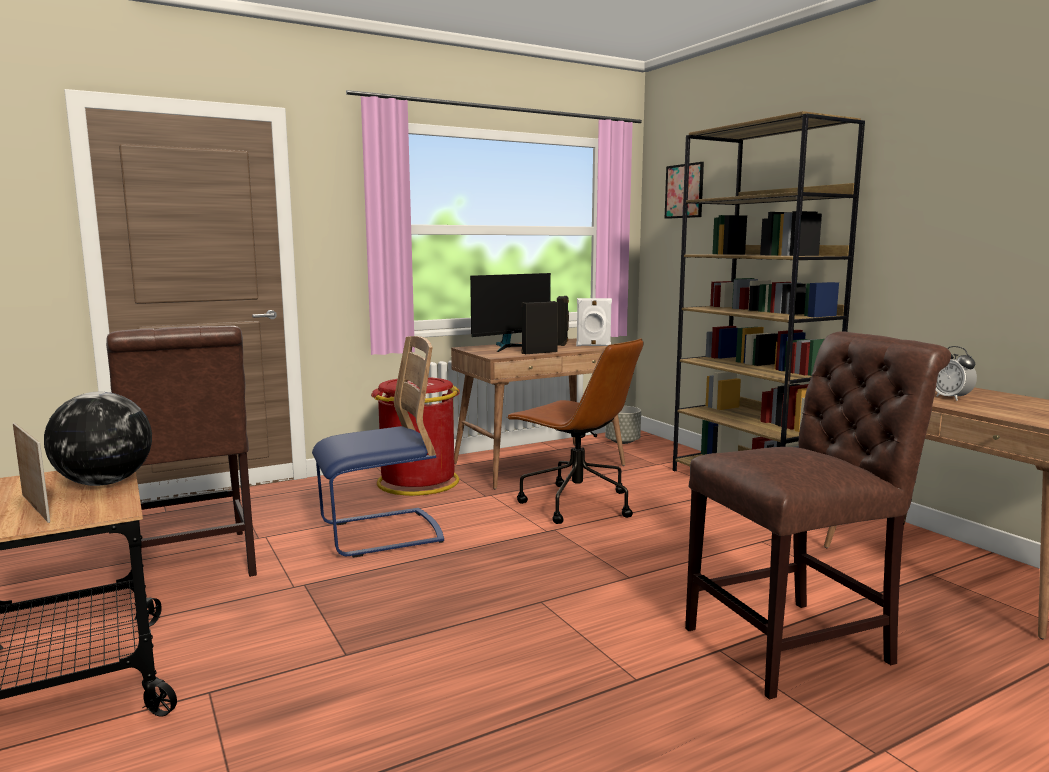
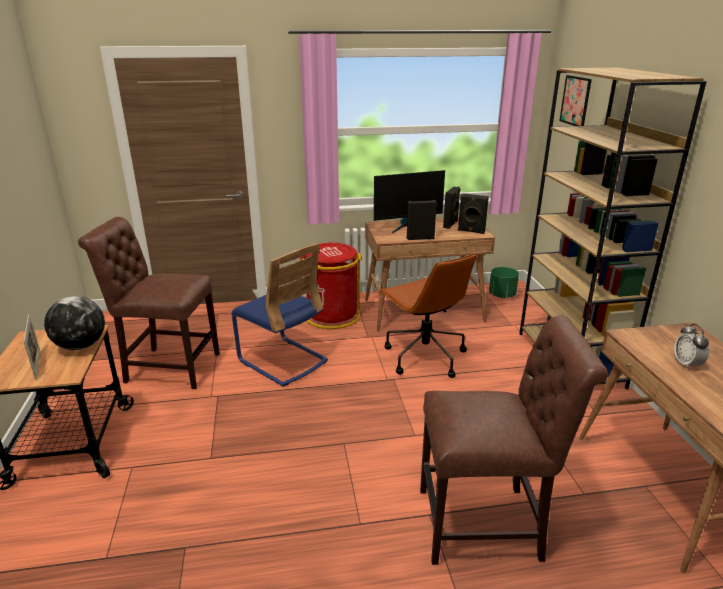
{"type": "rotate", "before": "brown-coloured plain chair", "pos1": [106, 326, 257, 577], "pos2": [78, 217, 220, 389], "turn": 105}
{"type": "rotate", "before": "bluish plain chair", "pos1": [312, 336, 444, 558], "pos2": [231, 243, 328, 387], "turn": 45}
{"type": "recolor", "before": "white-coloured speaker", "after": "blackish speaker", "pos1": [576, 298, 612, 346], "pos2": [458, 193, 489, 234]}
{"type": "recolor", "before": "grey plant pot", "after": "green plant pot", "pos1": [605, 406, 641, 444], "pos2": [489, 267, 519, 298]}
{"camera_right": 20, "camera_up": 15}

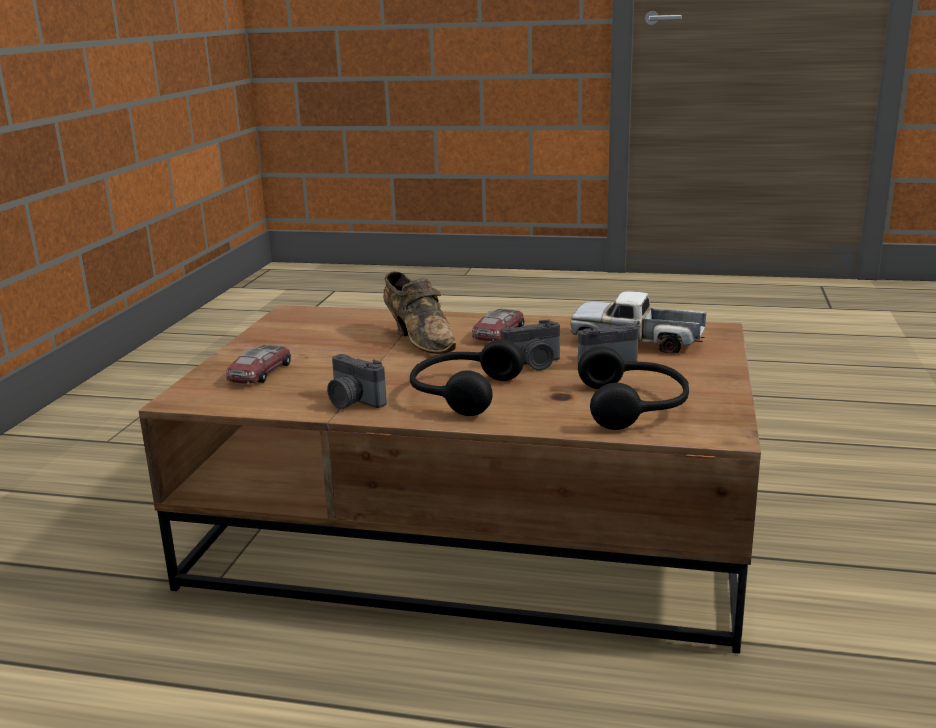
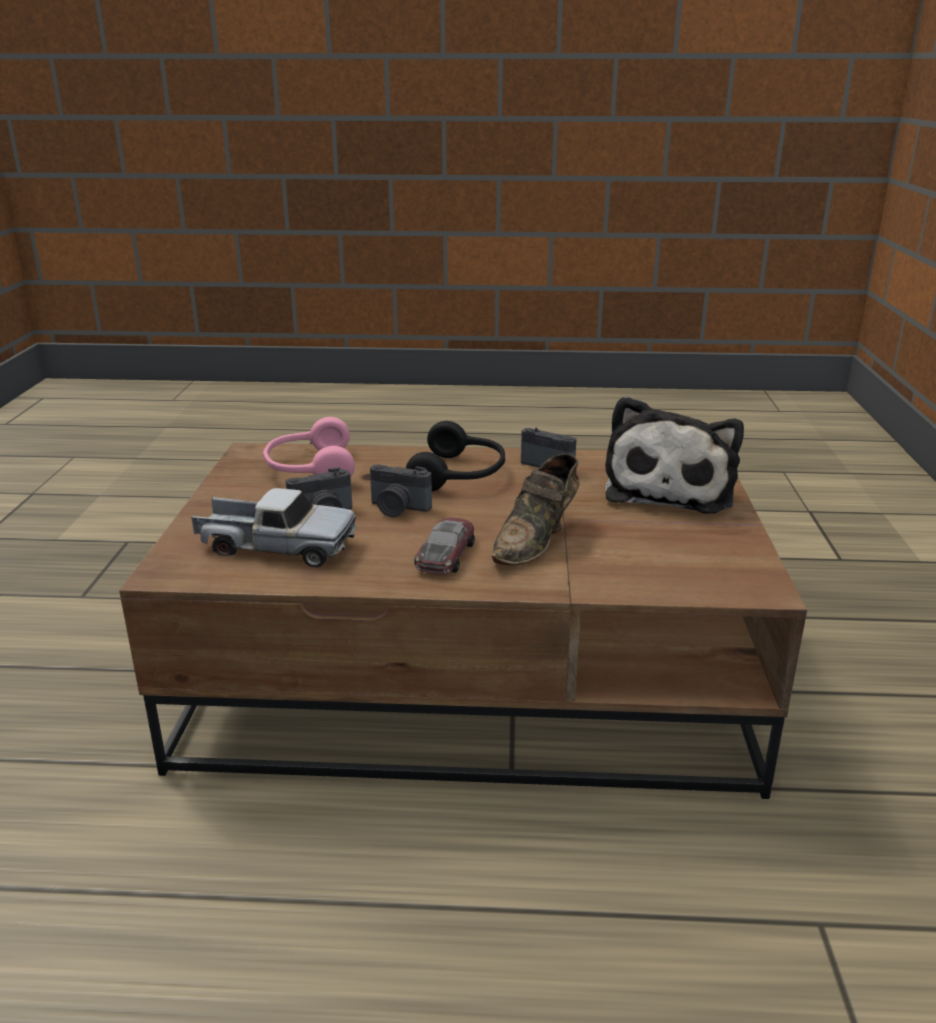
{"type": "replace", "before": "model car", "after": "cuddly toy", "pos1": [226, 345, 291, 384], "pos2": [605, 396, 744, 514]}
{"type": "rotate", "before": "brown-coloured low shoe", "pos1": [383, 271, 456, 354], "pos2": [492, 453, 580, 565], "turn": -105}
{"type": "rotate", "before": "photo camera", "pos1": [501, 320, 560, 371], "pos2": [370, 464, 432, 517], "turn": -135}
{"type": "recolor", "before": "blackish headphones", "after": "pink headphones", "pos1": [578, 346, 689, 430], "pos2": [263, 417, 355, 477]}
{"camera_right": 170, "camera_up": 5}

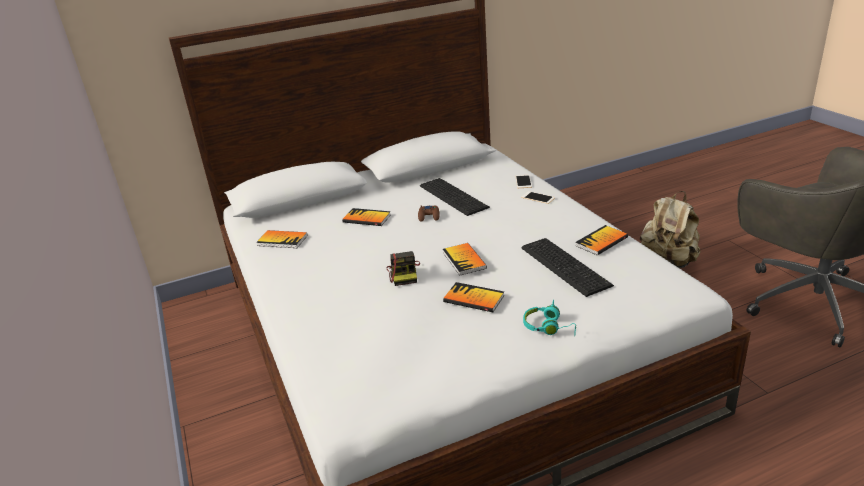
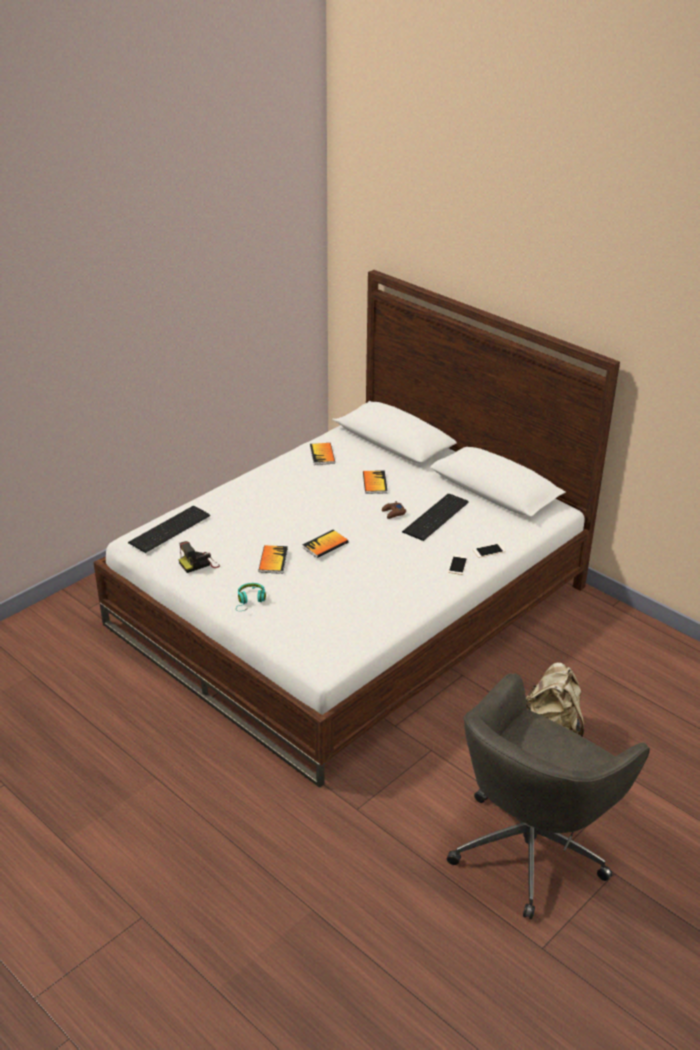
{"type": "move", "before": "photo camera", "pos1": [387, 251, 420, 286], "pos2": [179, 541, 220, 573]}
{"type": "move", "before": "computer keyboard", "pos1": [521, 238, 614, 297], "pos2": [128, 506, 210, 553]}
{"type": "delete", "before": "bound book", "pos1": [575, 225, 628, 255]}
{"camera_right": 65, "camera_up": 5}

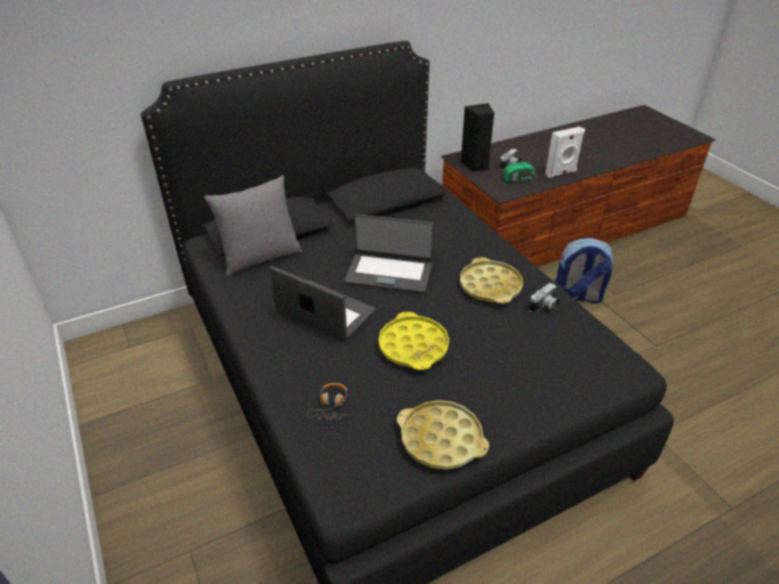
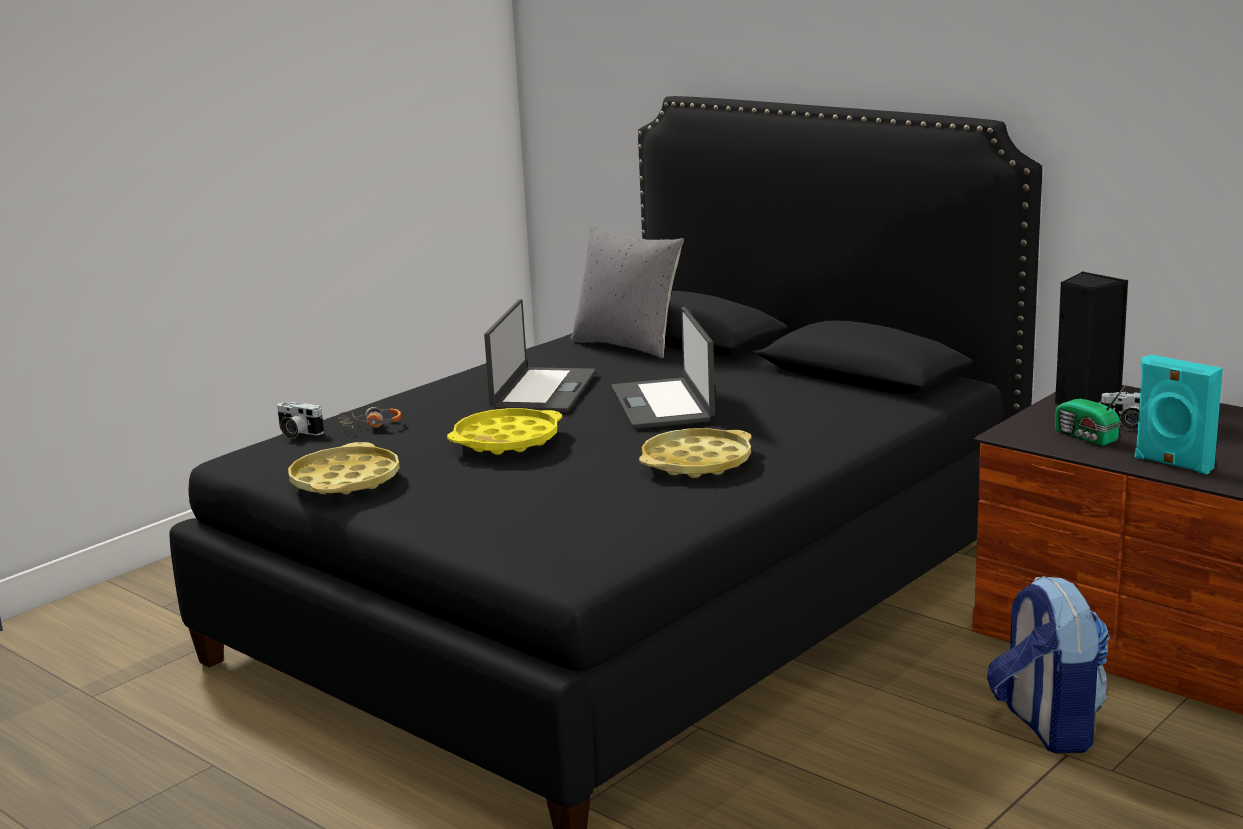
{"type": "move", "before": "photo camera", "pos1": [529, 283, 560, 313], "pos2": [277, 402, 324, 439]}
{"type": "recolor", "before": "white-coloured speaker", "after": "blue-green speaker", "pos1": [545, 126, 585, 178], "pos2": [1134, 355, 1223, 475]}
{"camera_right": 70, "camera_up": -20}

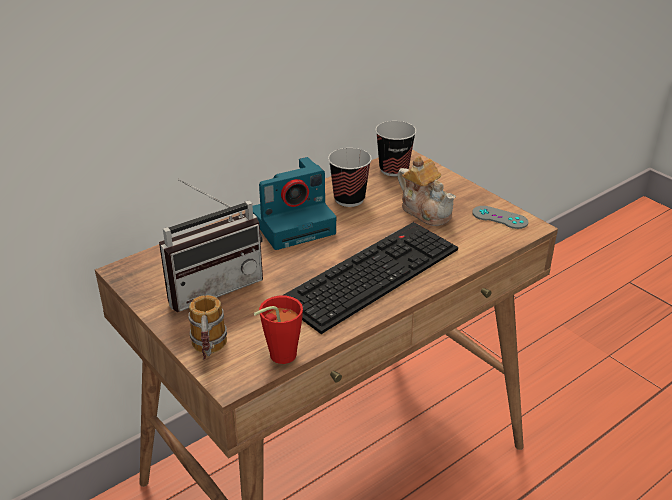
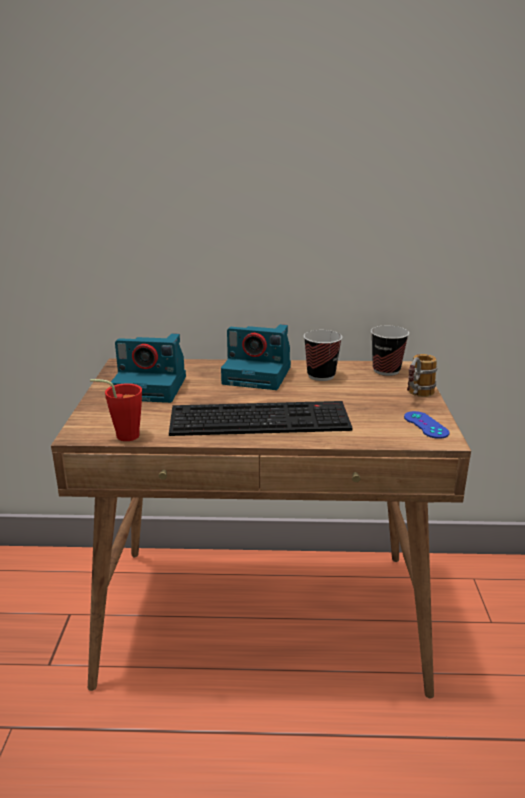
{"type": "replace", "before": "radio", "after": "photo camera", "pos1": [159, 179, 263, 312], "pos2": [111, 333, 186, 403]}
{"type": "move", "before": "tea mug", "pos1": [188, 295, 227, 360], "pos2": [407, 354, 437, 397]}
{"type": "delete", "before": "teapot", "pos1": [397, 156, 456, 226]}
{"type": "recolor", "before": "grey gamepad", "after": "bluish gamepad", "pos1": [472, 206, 528, 229], "pos2": [404, 411, 450, 439]}
{"camera_right": 40, "camera_up": -10}

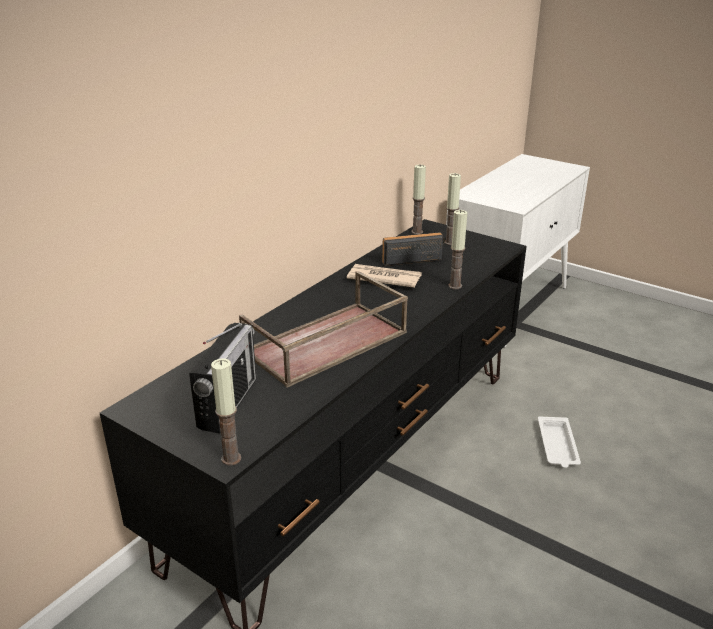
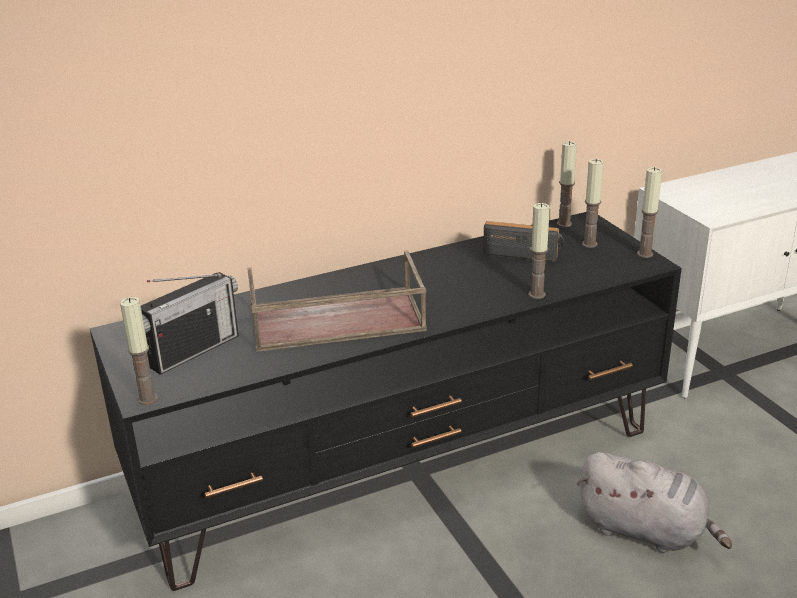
{"type": "delete", "before": "newspaper", "pos1": [347, 264, 422, 288]}
{"type": "replace", "before": "white-coloured tray", "after": "grey cuddly toy", "pos1": [538, 417, 581, 468], "pos2": [577, 452, 732, 553]}
{"type": "insert", "after": "wax light", "pos2": [637, 167, 662, 258]}
{"camera_right": 30, "camera_up": 0}

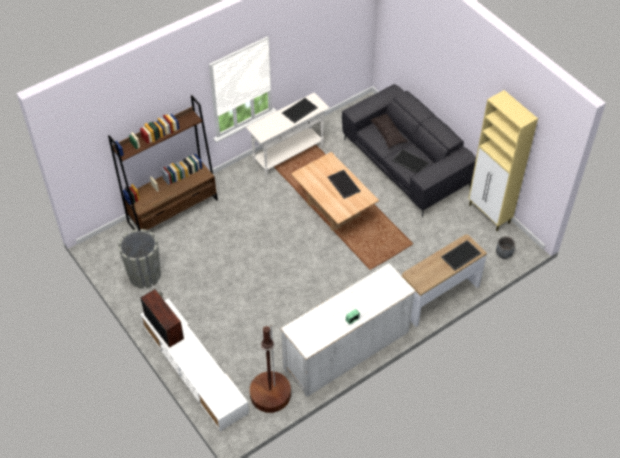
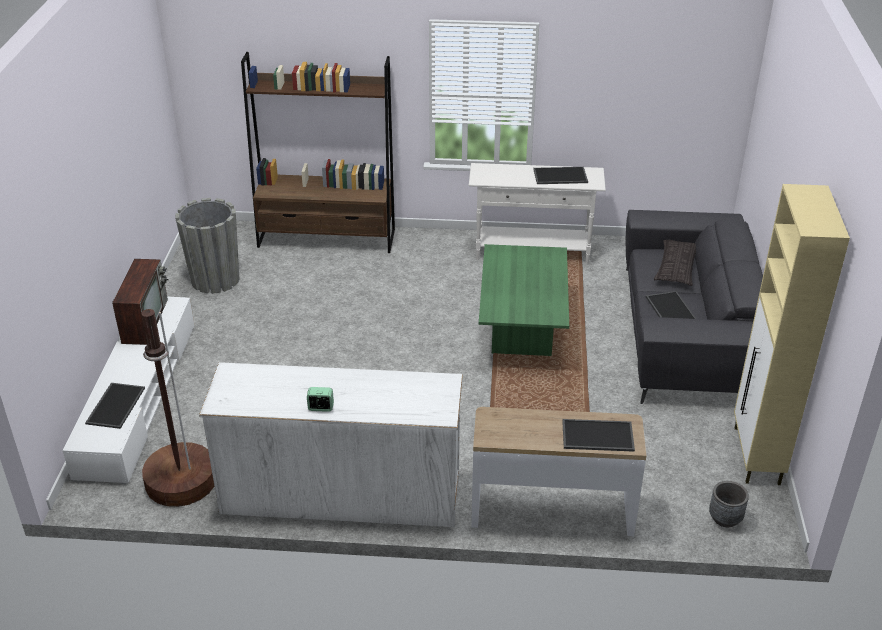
{"type": "recolor", "before": "beige-coloured lounge table", "after": "green lounge table", "pos1": [291, 152, 379, 231], "pos2": [479, 244, 569, 356]}
{"type": "move", "before": "tray", "pos1": [327, 170, 361, 199], "pos2": [85, 383, 145, 429]}
{"camera_right": 40, "camera_up": -15}

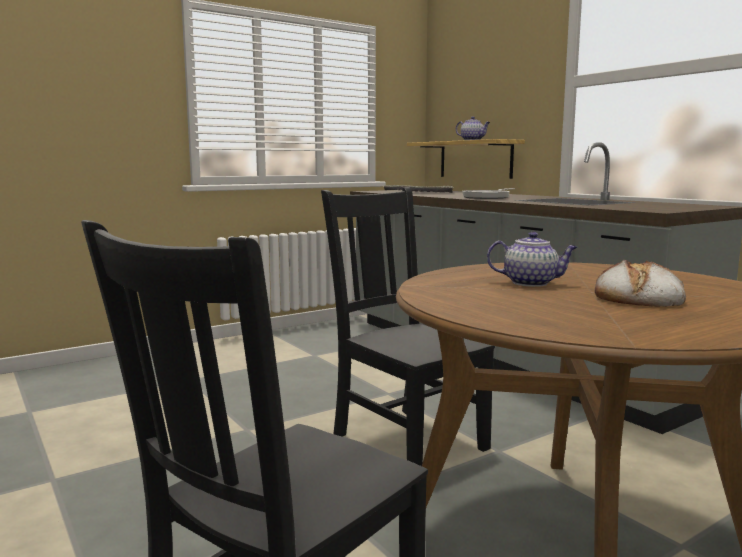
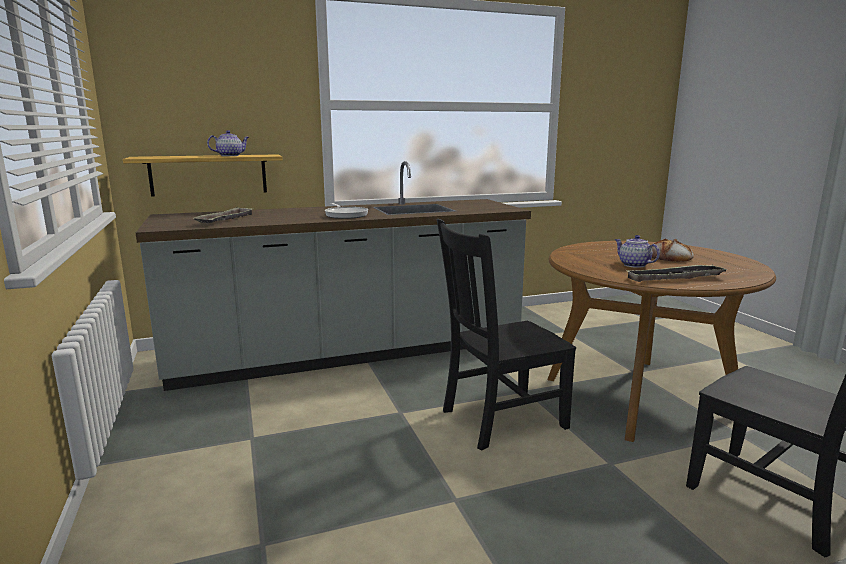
{"type": "rotate", "before": "teapot", "pos1": [487, 232, 578, 287], "pos2": [615, 235, 660, 268], "turn": -60}
{"type": "insert", "after": "tray", "pos2": [625, 264, 728, 282]}
{"camera_right": -75, "camera_up": 5}

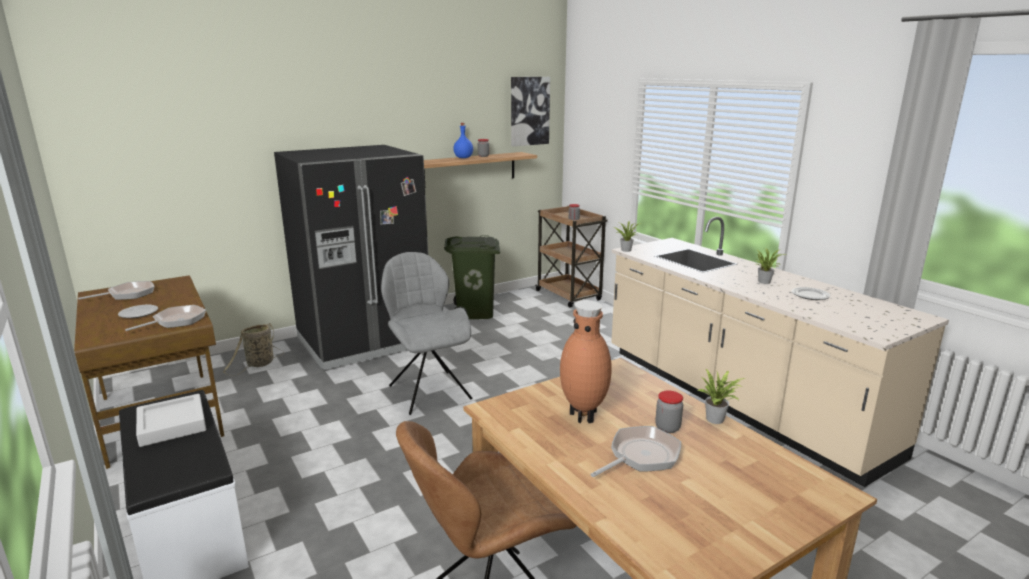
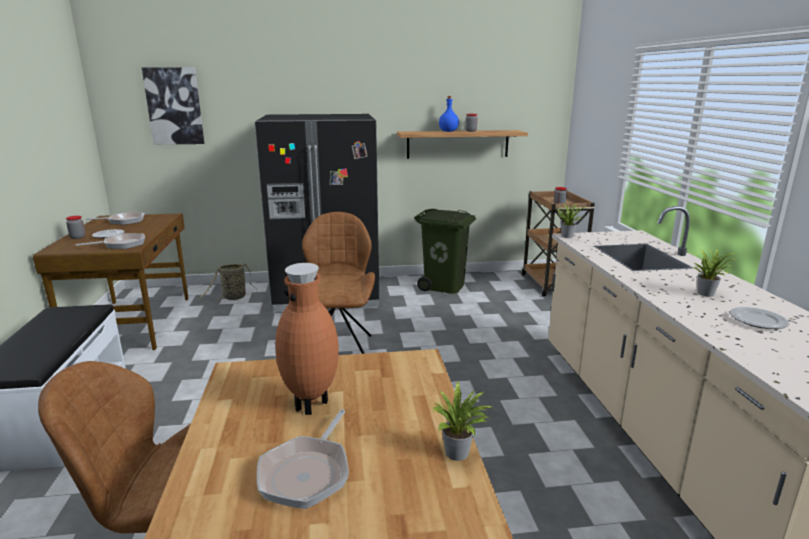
{"type": "delete", "before": "grey tray", "pos1": [136, 394, 206, 447]}
{"type": "recolor", "before": "grey plain chair", "after": "brown-coloured plain chair", "pos1": [381, 252, 472, 415], "pos2": [302, 212, 375, 354]}
{"type": "move", "before": "wall picture", "pos1": [511, 77, 550, 146], "pos2": [142, 67, 204, 145]}
{"type": "rotate", "before": "pan", "pos1": [590, 426, 681, 477], "pos2": [257, 409, 348, 509], "turn": 120}
{"type": "move", "before": "jar", "pos1": [655, 390, 683, 433], "pos2": [66, 216, 86, 239]}
{"camera_right": 25, "camera_up": 0}

